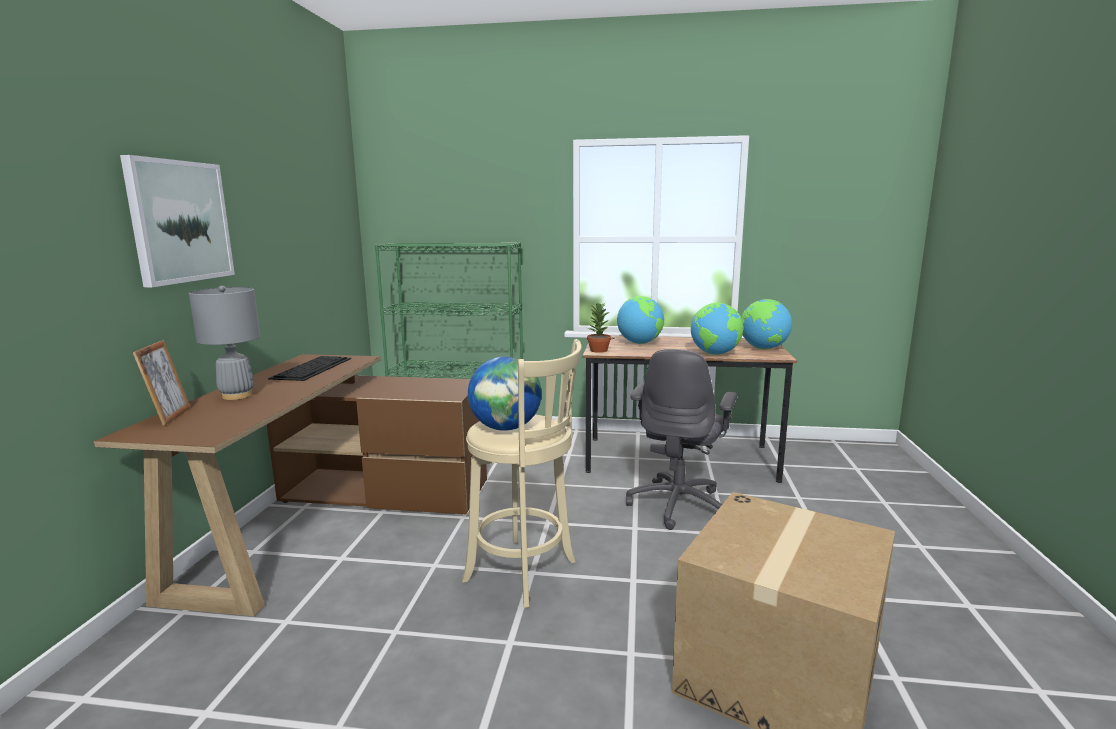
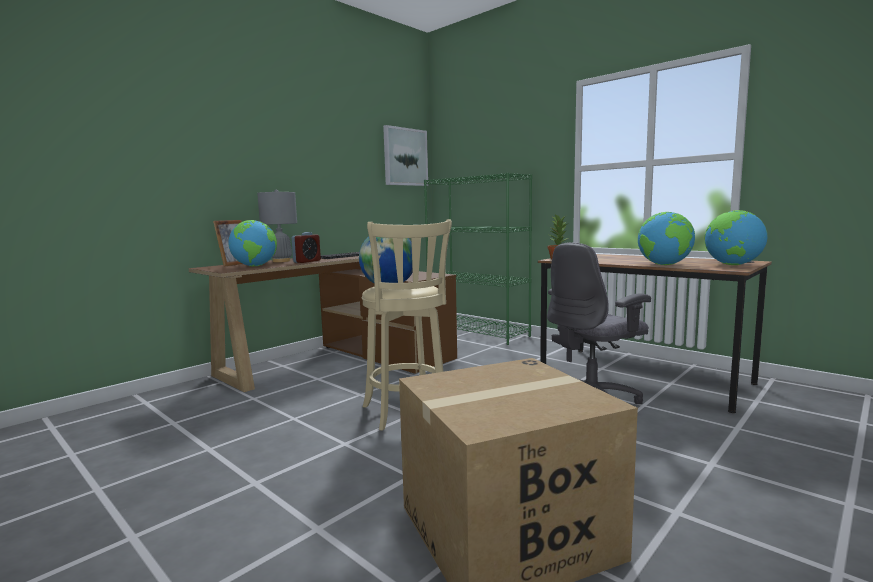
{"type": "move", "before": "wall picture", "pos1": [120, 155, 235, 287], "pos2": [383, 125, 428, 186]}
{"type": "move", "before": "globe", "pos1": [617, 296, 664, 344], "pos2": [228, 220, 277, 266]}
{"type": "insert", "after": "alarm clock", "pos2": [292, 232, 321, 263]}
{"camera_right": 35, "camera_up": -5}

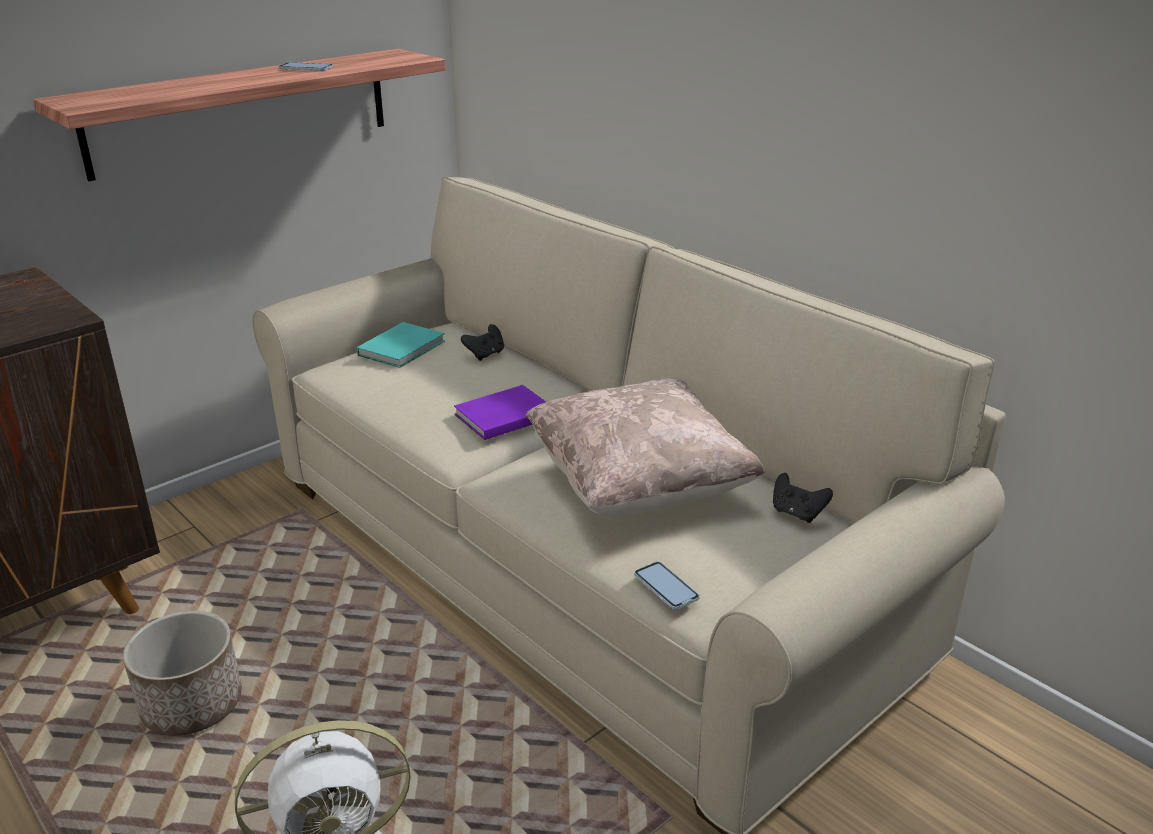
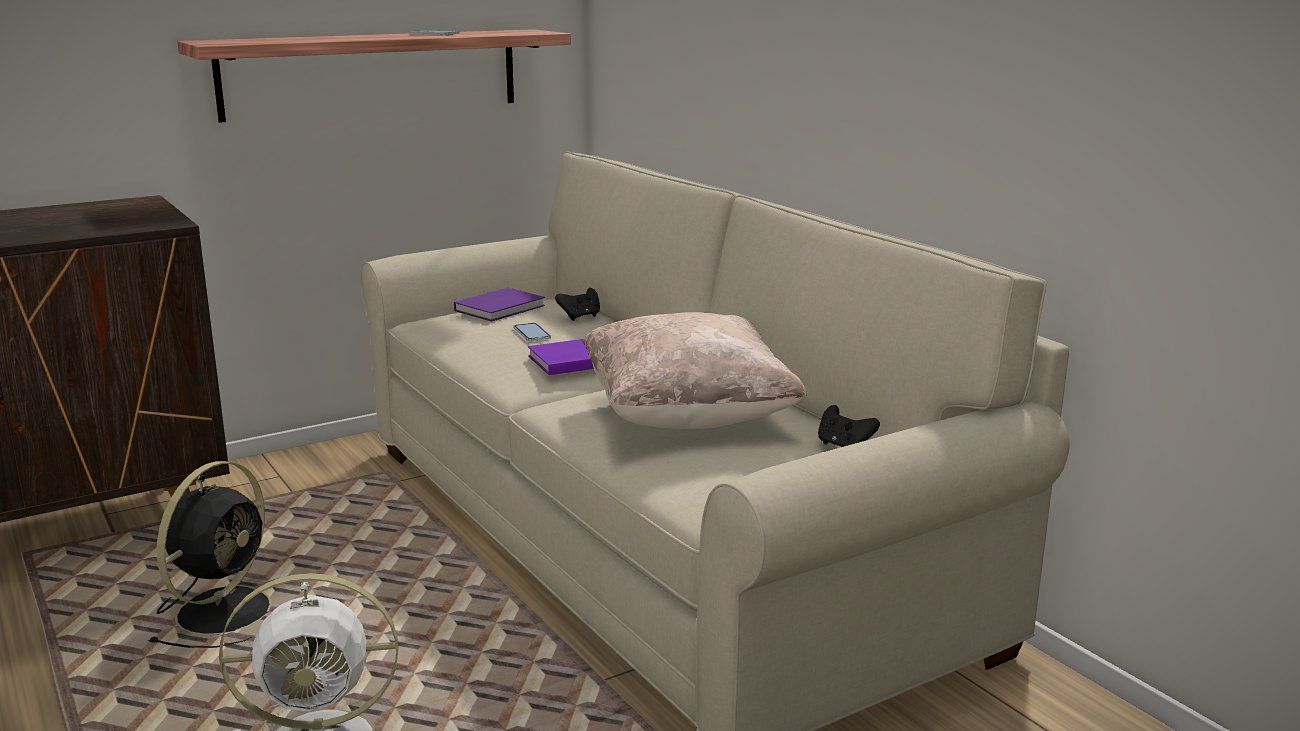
{"type": "replace", "before": "plant pot", "after": "blackish cooling fan", "pos1": [123, 611, 242, 736], "pos2": [148, 461, 272, 648]}
{"type": "recolor", "before": "blue-green bound book", "after": "purplish bound book", "pos1": [357, 322, 445, 368], "pos2": [454, 288, 545, 322]}
{"type": "move", "before": "phone", "pos1": [634, 562, 700, 610], "pos2": [513, 323, 551, 342]}
{"camera_right": 10, "camera_up": -10}

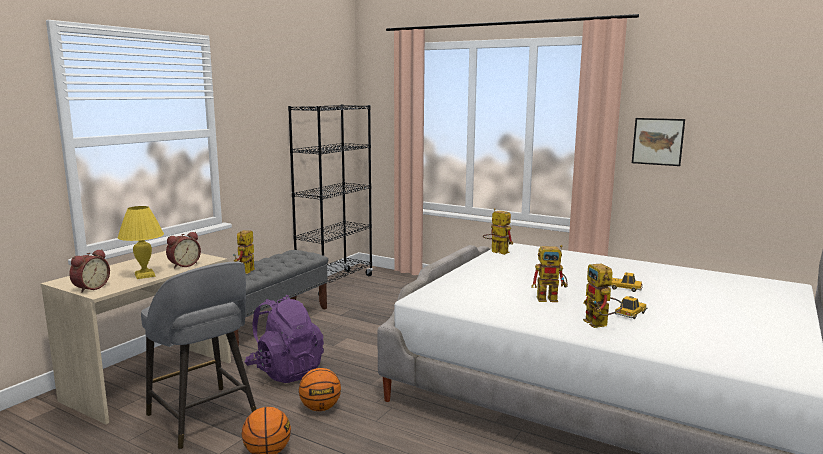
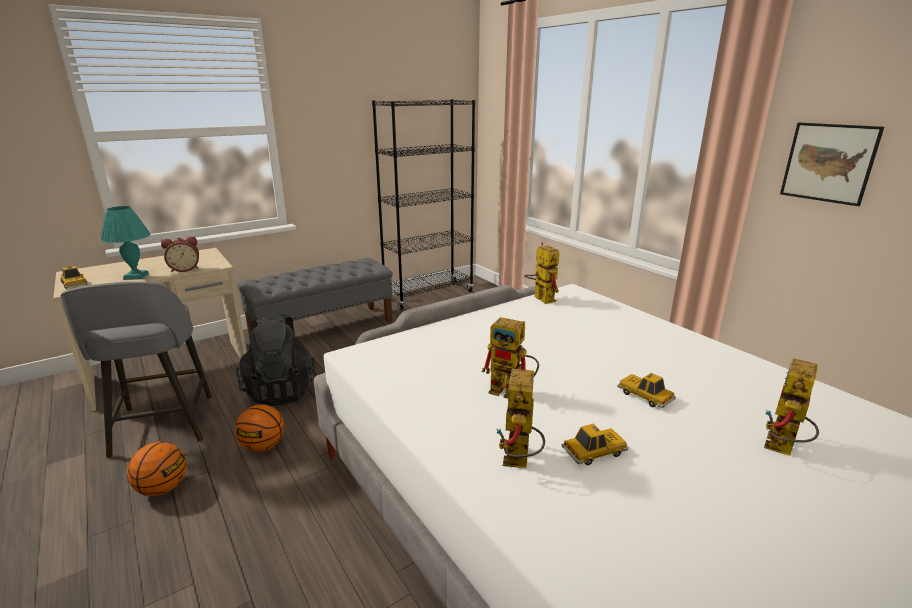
{"type": "replace", "before": "alarm clock", "after": "model car", "pos1": [69, 249, 110, 293], "pos2": [60, 266, 88, 289]}
{"type": "recolor", "before": "yellowish table lamp", "after": "blue-green table lamp", "pos1": [117, 206, 164, 279], "pos2": [101, 206, 151, 280]}
{"type": "move", "before": "model robot", "pos1": [233, 230, 255, 274], "pos2": [764, 358, 819, 456]}
{"type": "recolor", "before": "purplish knapsack", "after": "blackish knapsack", "pos1": [245, 295, 324, 383], "pos2": [236, 313, 316, 406]}
{"camera_right": 25, "camera_up": 10}

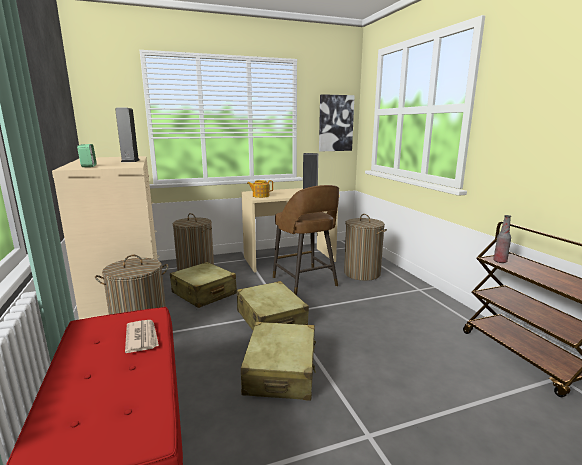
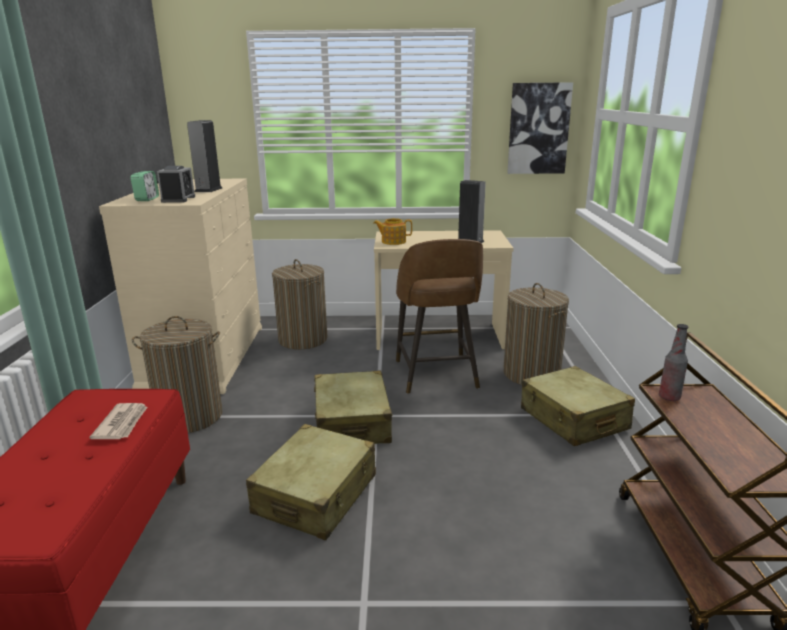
{"type": "move", "before": "beige-coloured piece of luggage", "pos1": [170, 262, 237, 308], "pos2": [521, 366, 635, 446]}
{"type": "insert", "after": "alarm clock", "pos2": [157, 166, 195, 203]}
{"camera_right": 20, "camera_up": 5}

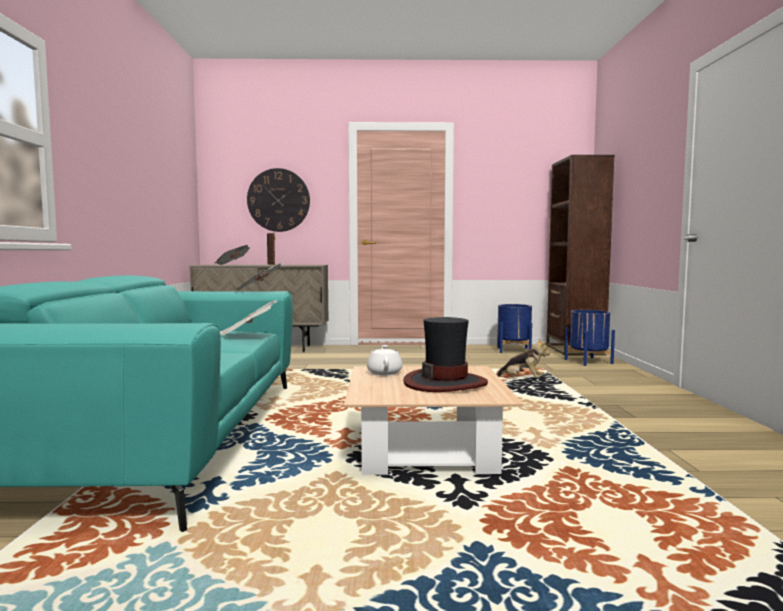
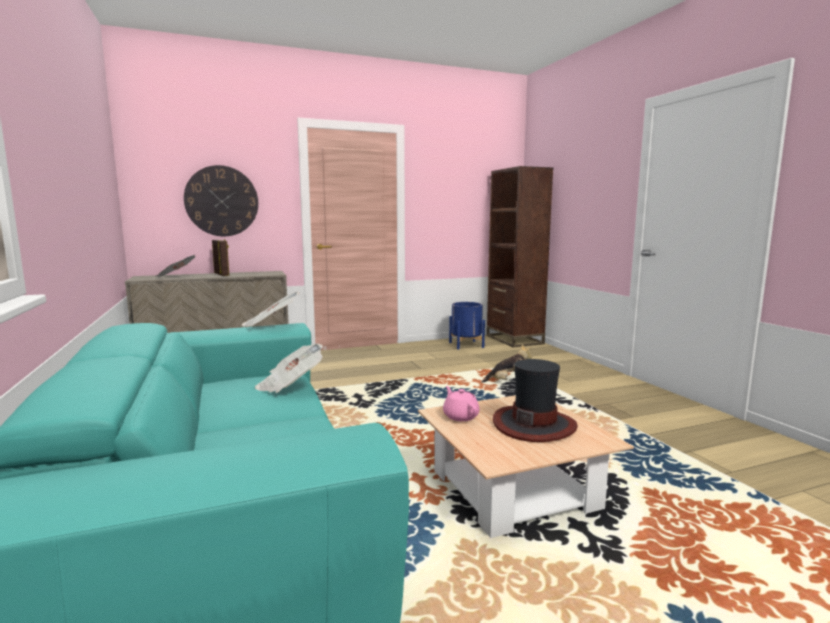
{"type": "recolor", "before": "white-coloured teapot", "after": "pink teapot", "pos1": [367, 345, 402, 375], "pos2": [443, 386, 480, 421]}
{"type": "delete", "before": "bluish plant pot", "pos1": [565, 310, 615, 366]}
{"camera_right": -20, "camera_up": 5}

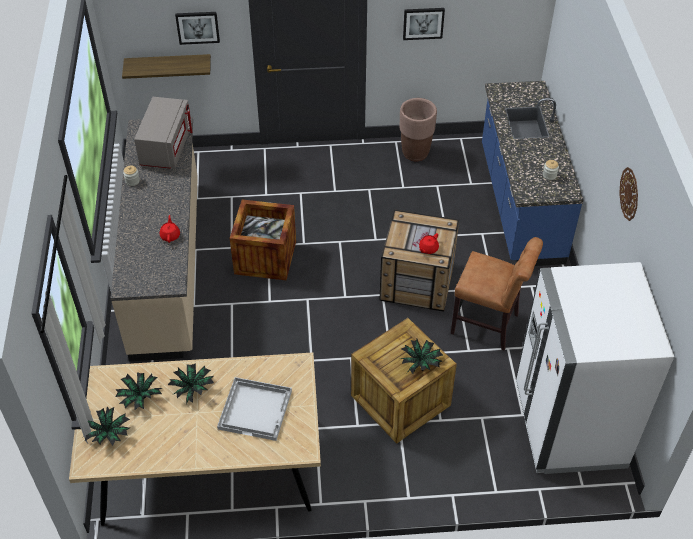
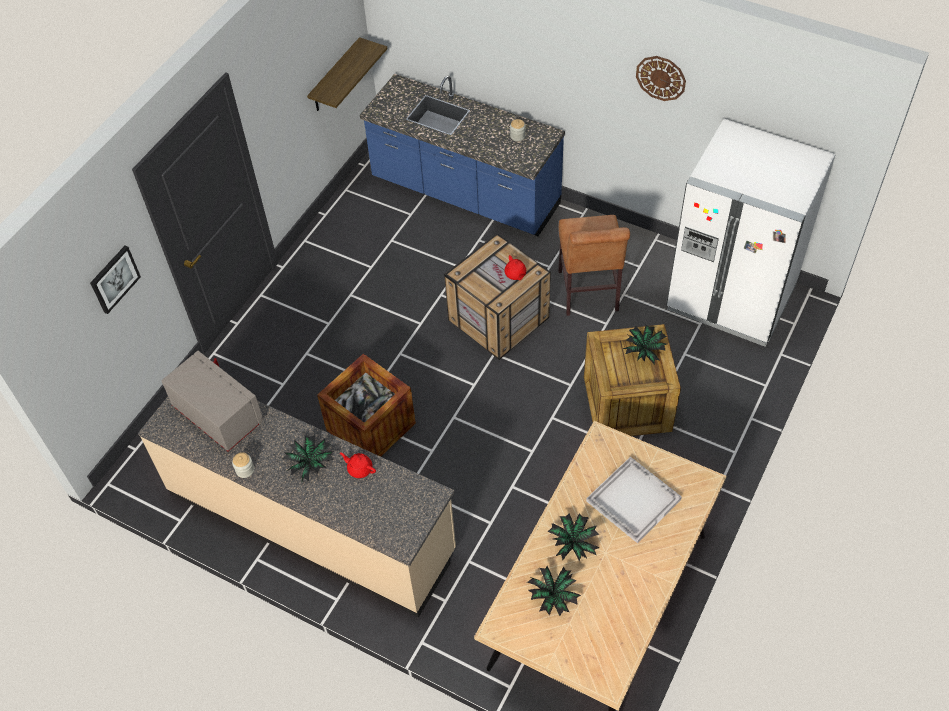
{"type": "move", "before": "houseplant", "pos1": [85, 407, 130, 446], "pos2": [283, 436, 334, 481]}
{"type": "move", "before": "shelf", "pos1": [122, 54, 211, 79], "pos2": [307, 37, 387, 111]}
{"type": "delete", "before": "brown-coloured plant pot", "pos1": [400, 98, 437, 161]}
{"type": "delete", "before": "wall picture", "pos1": [403, 8, 445, 40]}
{"type": "rotate", "before": "brown-coloured plain chair", "pos1": [451, 237, 543, 351], "pos2": [558, 215, 630, 316], "turn": 120}
{"camera_right": -55, "camera_up": 5}

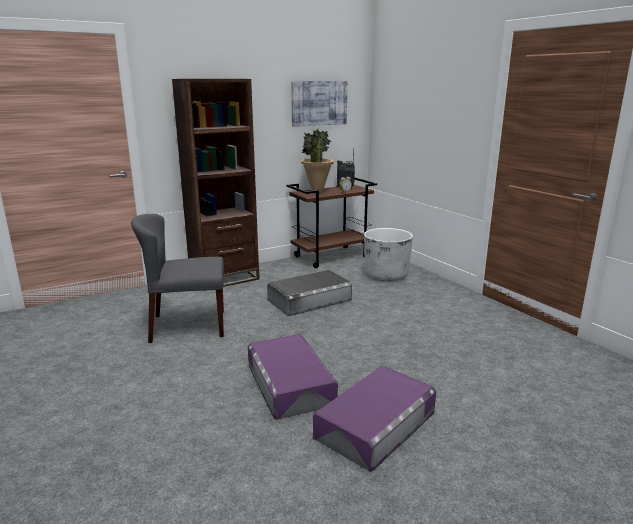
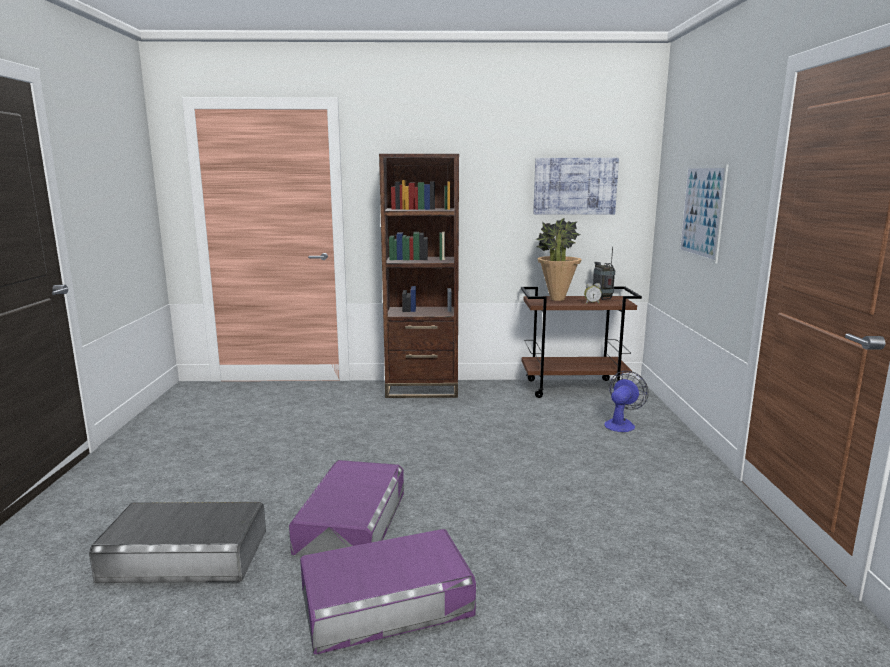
{"type": "delete", "before": "grey plain chair", "pos1": [131, 214, 224, 343]}
{"type": "move", "before": "grey storage box", "pos1": [267, 270, 352, 316], "pos2": [89, 502, 266, 583]}
{"type": "replace", "before": "white-coloured plant pot", "after": "cooling fan", "pos1": [364, 228, 413, 281], "pos2": [604, 371, 649, 432]}
{"type": "insert", "after": "wall picture", "pos2": [679, 164, 729, 264]}
{"camera_right": 30, "camera_up": -5}

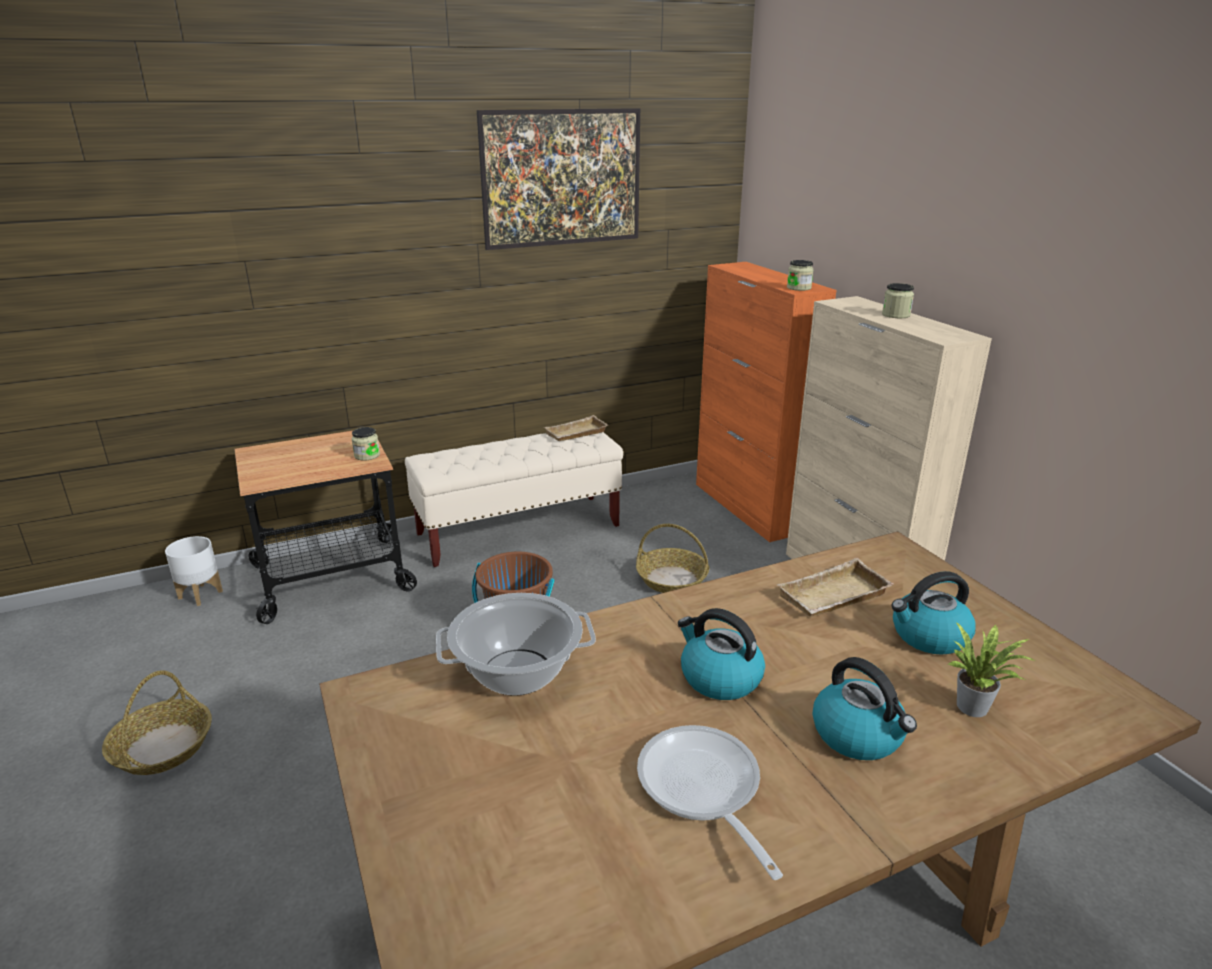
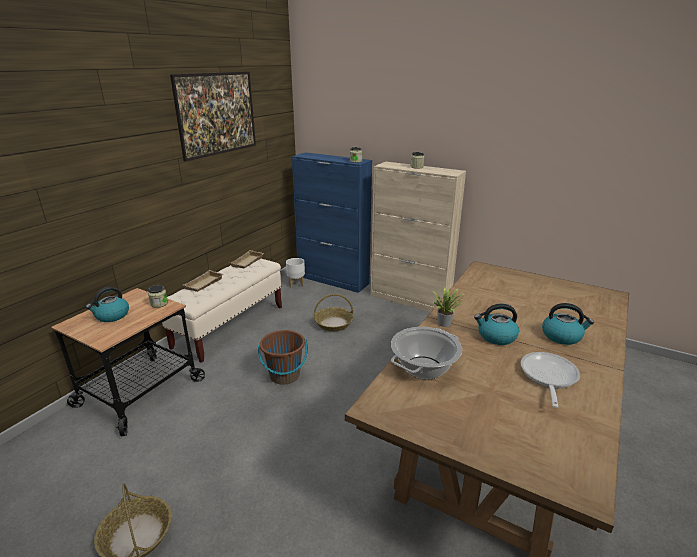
{"type": "move", "before": "white-coloured plant pot", "pos1": [165, 536, 223, 606], "pos2": [286, 258, 305, 288]}
{"type": "rotate", "before": "pan", "pos1": [637, 725, 783, 880], "pos2": [521, 352, 580, 408], "turn": 75}
{"type": "recolor", "before": "orangey cabinet", "after": "bluish cabinet", "pos1": [696, 262, 837, 542], "pos2": [292, 152, 372, 293]}
{"type": "move", "before": "beige-coloured tray", "pos1": [776, 558, 894, 617], "pos2": [183, 270, 224, 292]}
{"type": "move", "before": "kettle", "pos1": [891, 571, 976, 655], "pos2": [86, 287, 129, 322]}
{"type": "move", "before": "houseplant", "pos1": [947, 622, 1035, 717], "pos2": [431, 287, 466, 327]}
{"camera_right": -35, "camera_up": 0}

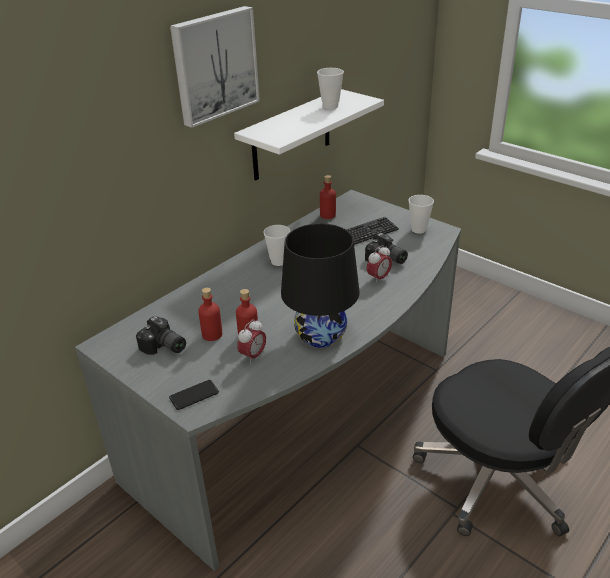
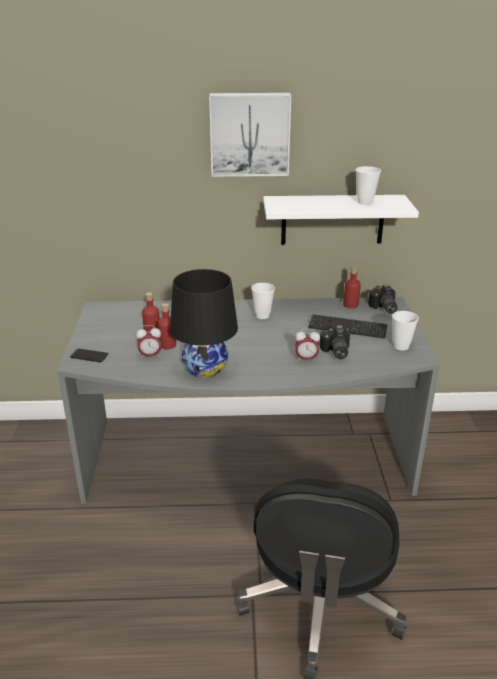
{"type": "move", "before": "photo camera", "pos1": [136, 316, 186, 355], "pos2": [368, 285, 397, 314]}
{"camera_right": 45, "camera_up": -5}

